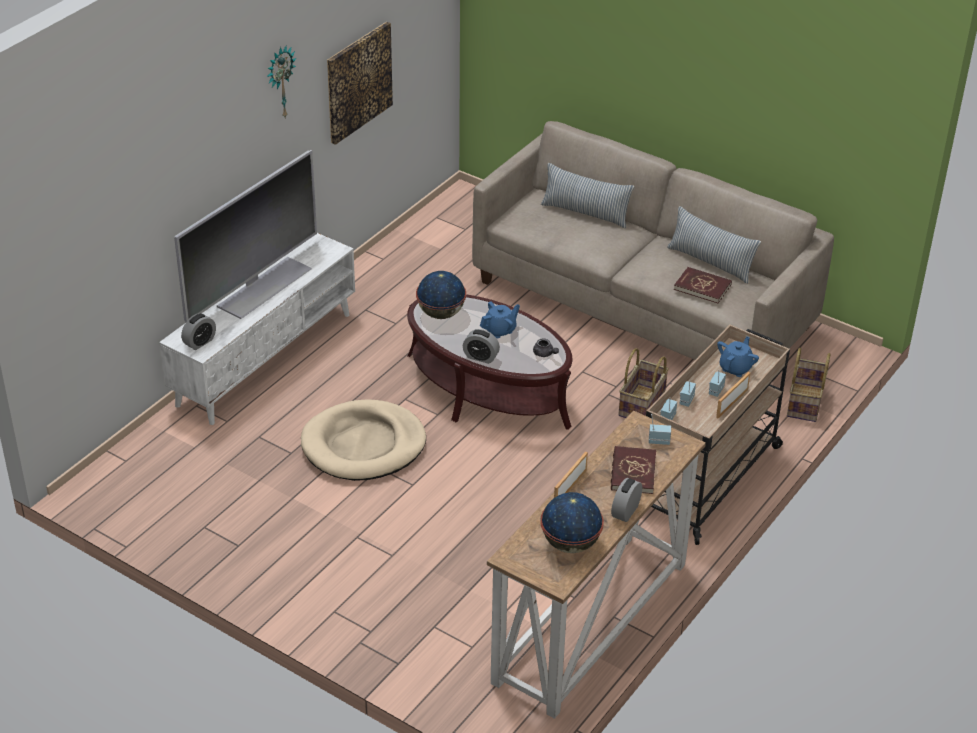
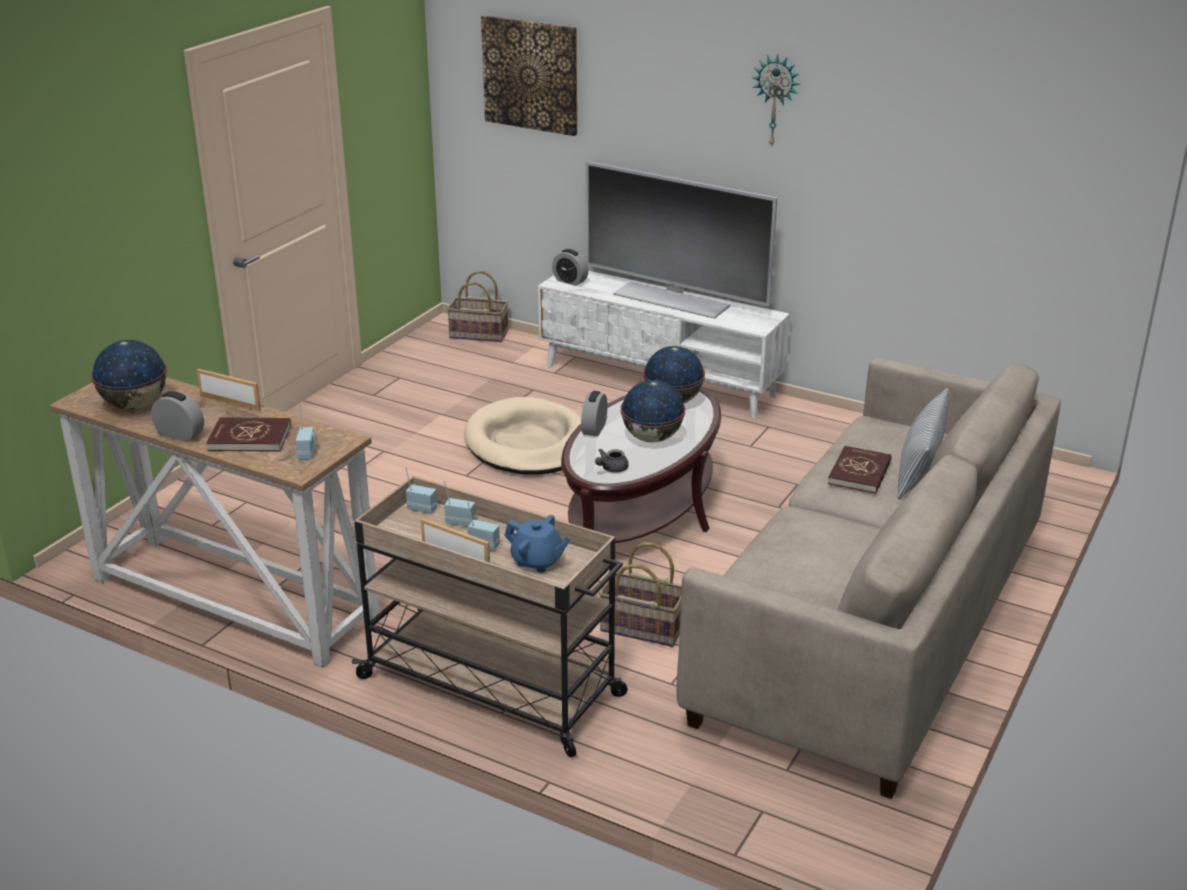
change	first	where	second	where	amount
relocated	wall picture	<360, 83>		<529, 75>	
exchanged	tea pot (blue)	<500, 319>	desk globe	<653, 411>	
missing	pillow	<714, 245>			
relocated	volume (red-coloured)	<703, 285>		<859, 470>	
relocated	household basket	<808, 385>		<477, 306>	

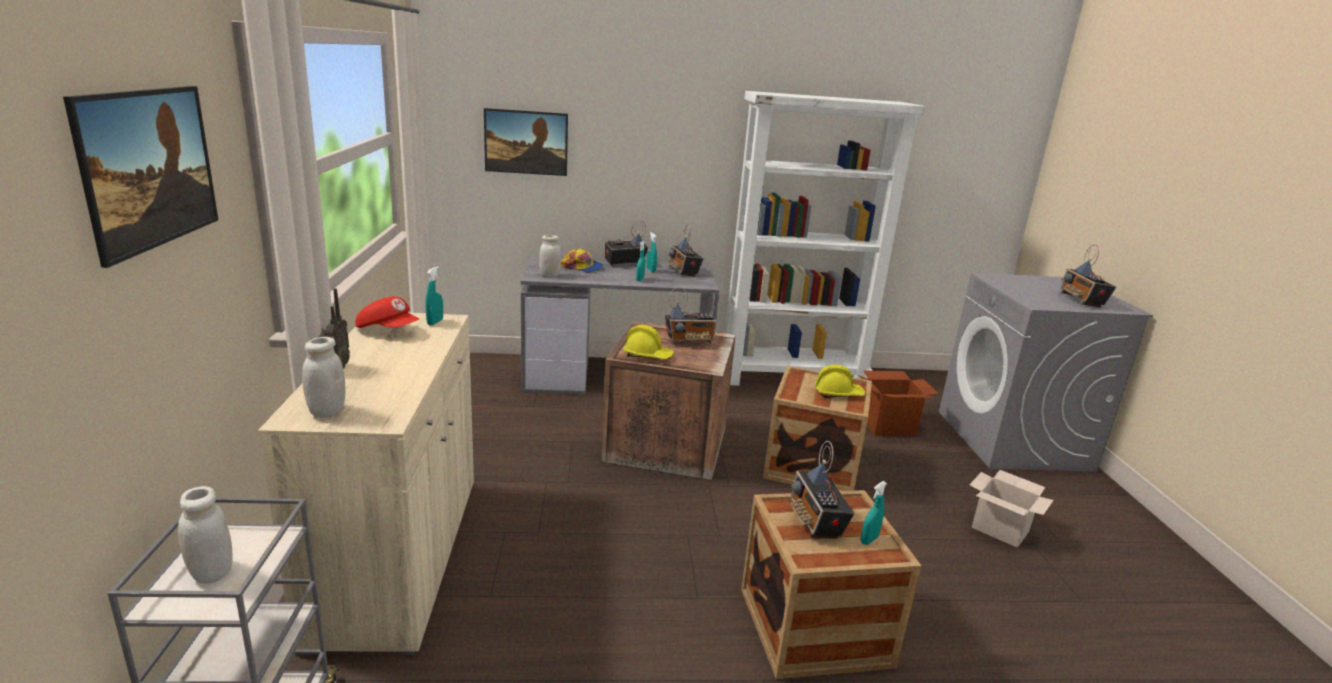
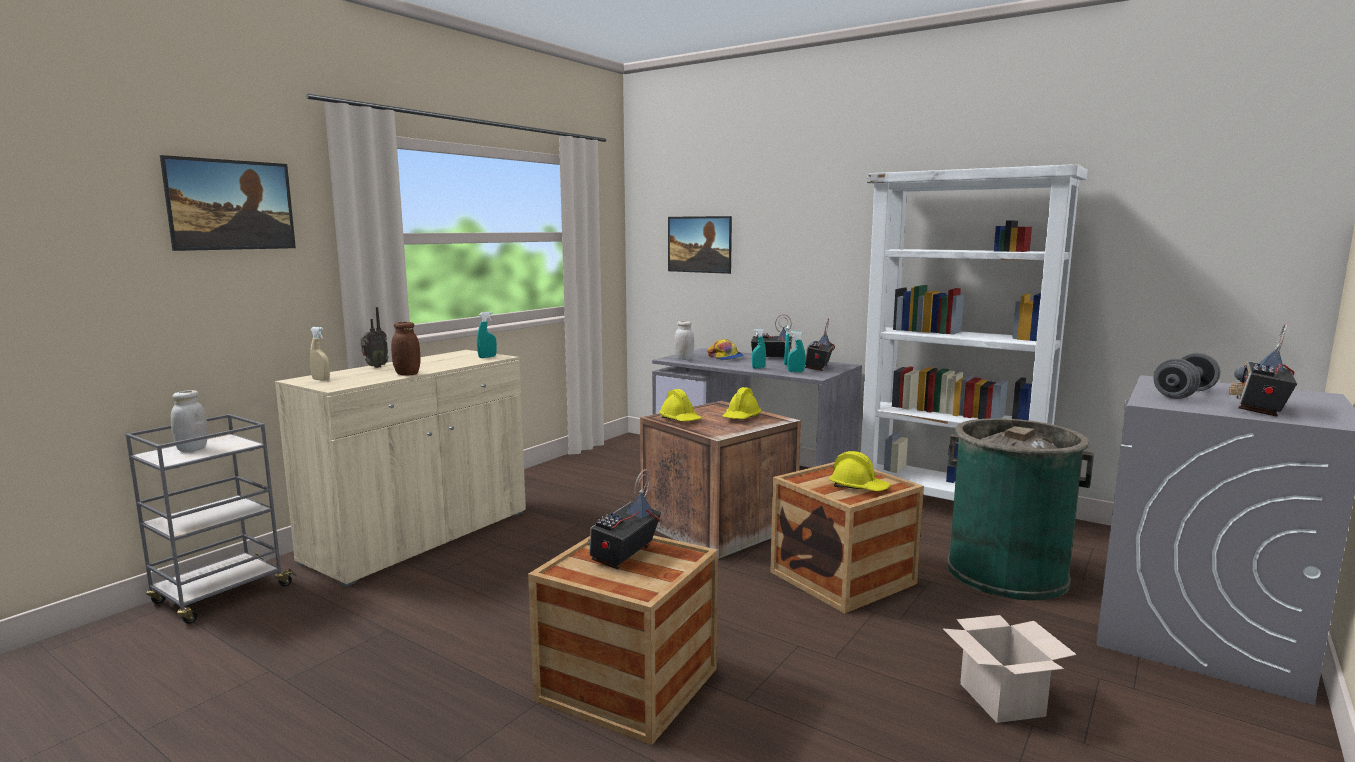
change	first	where	second	where	amount
exchanged	preserve jar (white-coloured)	<324, 377>	sprayer (beige-coloured)	<320, 354>	
missing	peaked cap (red-coloured)	<387, 312>			
exchanged	radio	<691, 315>	hard hat (yellowish)	<742, 403>	
exchanged	carton	<898, 403>	waste bin (green-coloured)	<1020, 509>	
relocated	sprayer (turquoise-coloured)	<874, 513>		<796, 351>	
appeared			preserve jar (brown-coloured)	<406, 349>	
appeared			hand weight (grey)	<1186, 376>	

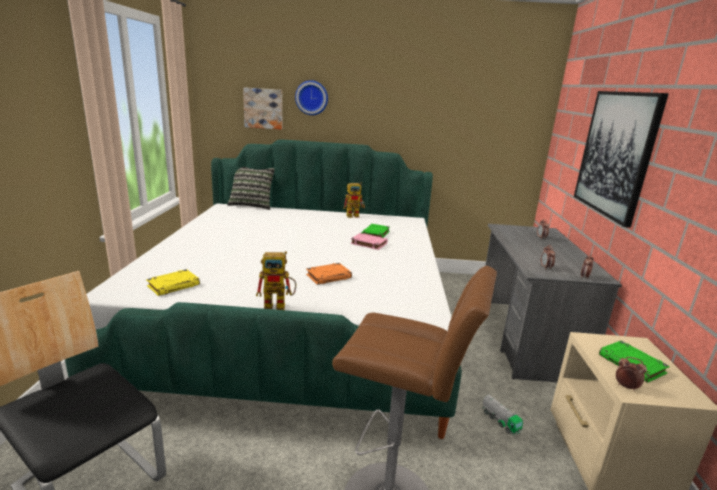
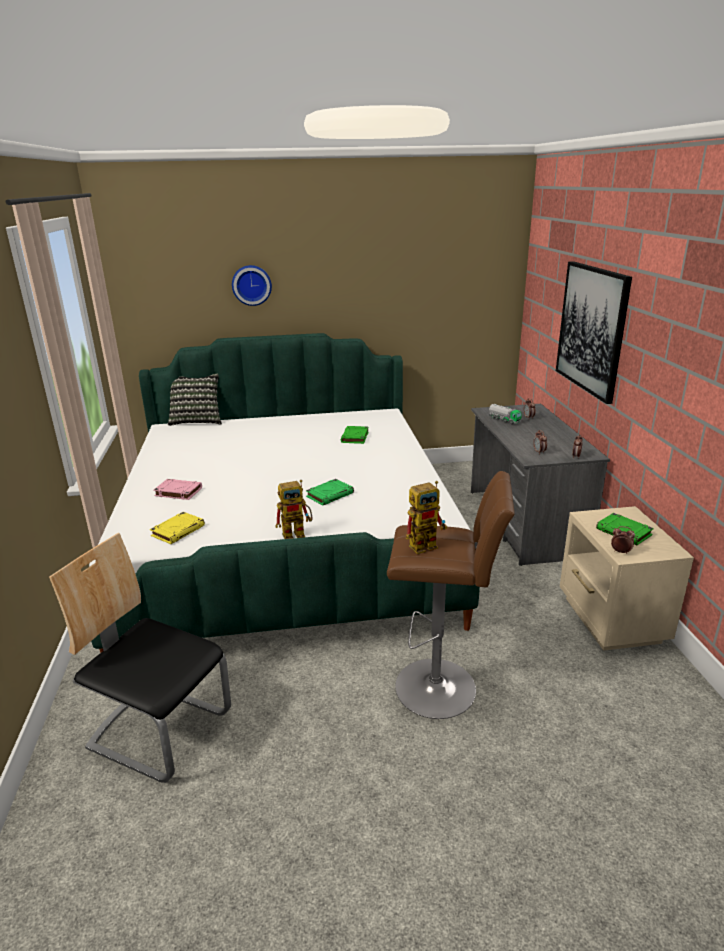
change	first	where	second	where	amount
missing	wall picture	<262, 108>			
colour	volume (orangey)	<329, 274>	volume (green-coloured)	<330, 492>	
relocated	model robot	<354, 200>		<426, 517>	
relocated	volume (pink-coloured)	<369, 241>		<177, 489>	
relocated	model truck	<502, 414>		<505, 414>	

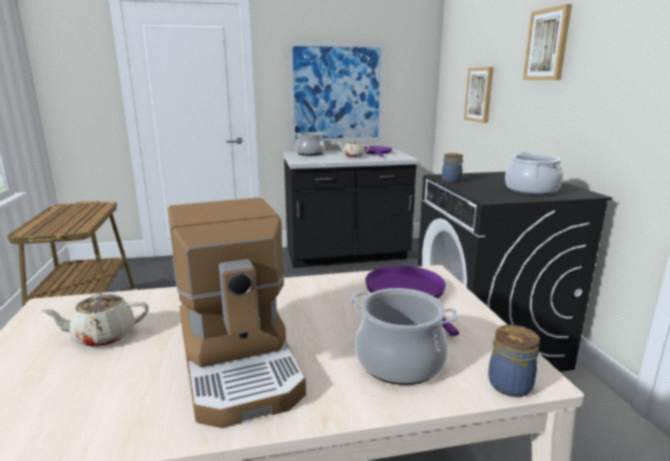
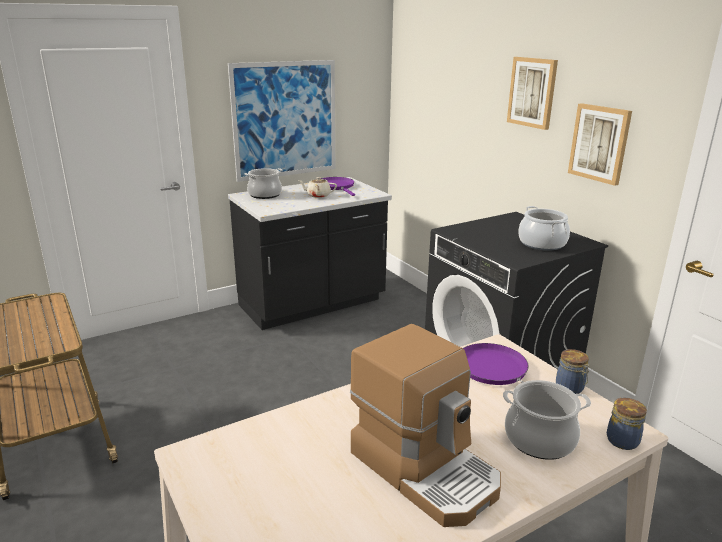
change	first	where	second	where	amount
missing	tea pot (beige-coloured)	<95, 320>			
relocated	preserve jar	<452, 168>		<573, 371>	
relocated	wall picture	<479, 95>		<600, 144>	

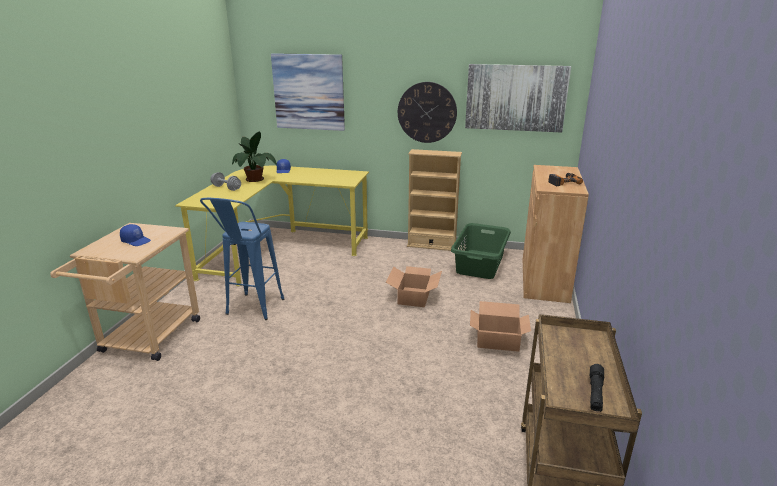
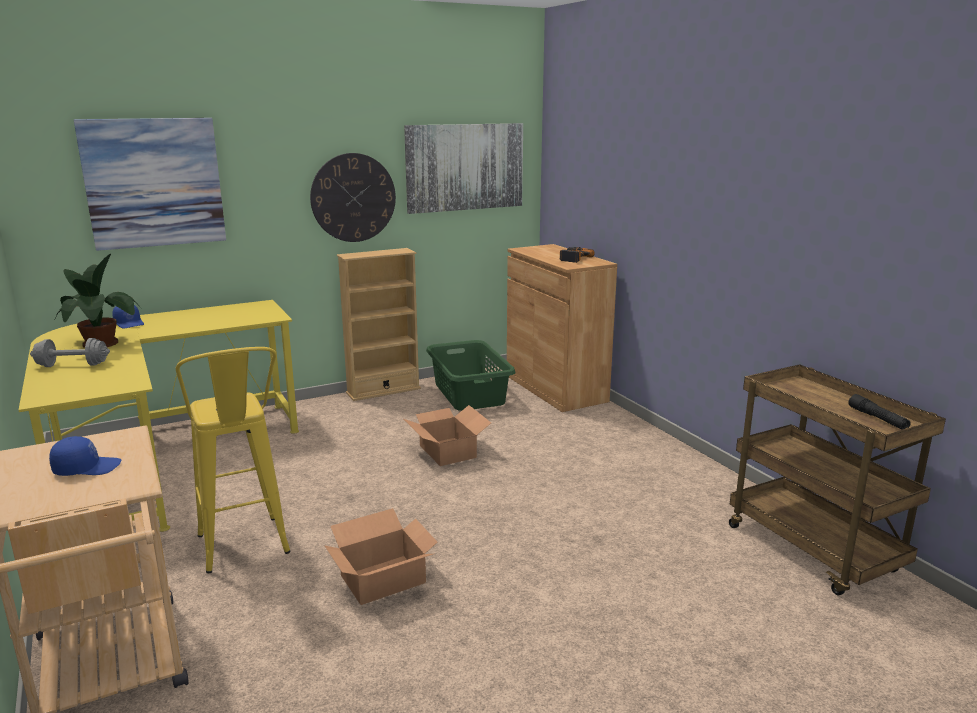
change	first	where	second	where	amount
colour	stool seat (blue)	<242, 259>	stool seat (yellowish)	<233, 460>	
relocated	carton	<500, 326>		<380, 556>	

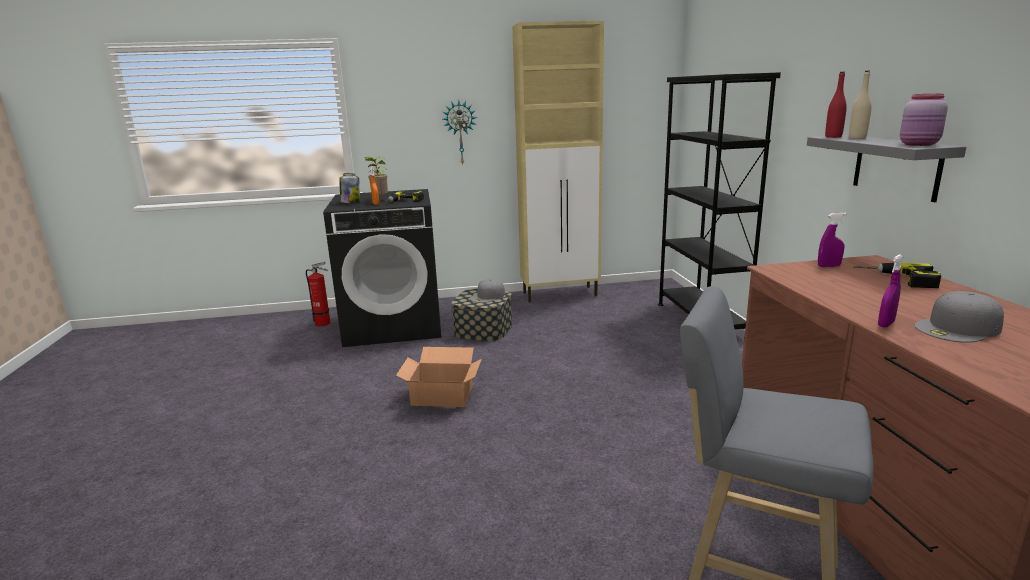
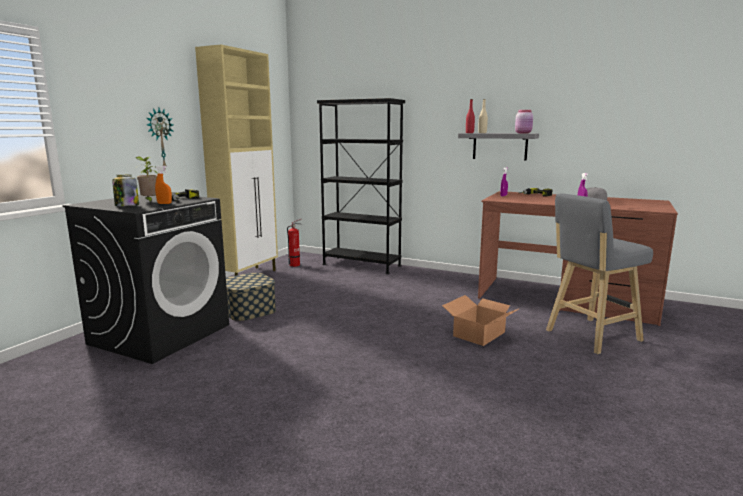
change	first	where	second	where	amount
relocated	fire extinguisher	<318, 294>		<294, 242>	
relocated	carton	<439, 377>		<480, 320>	
missing	peaked cap (grey)	<487, 291>			

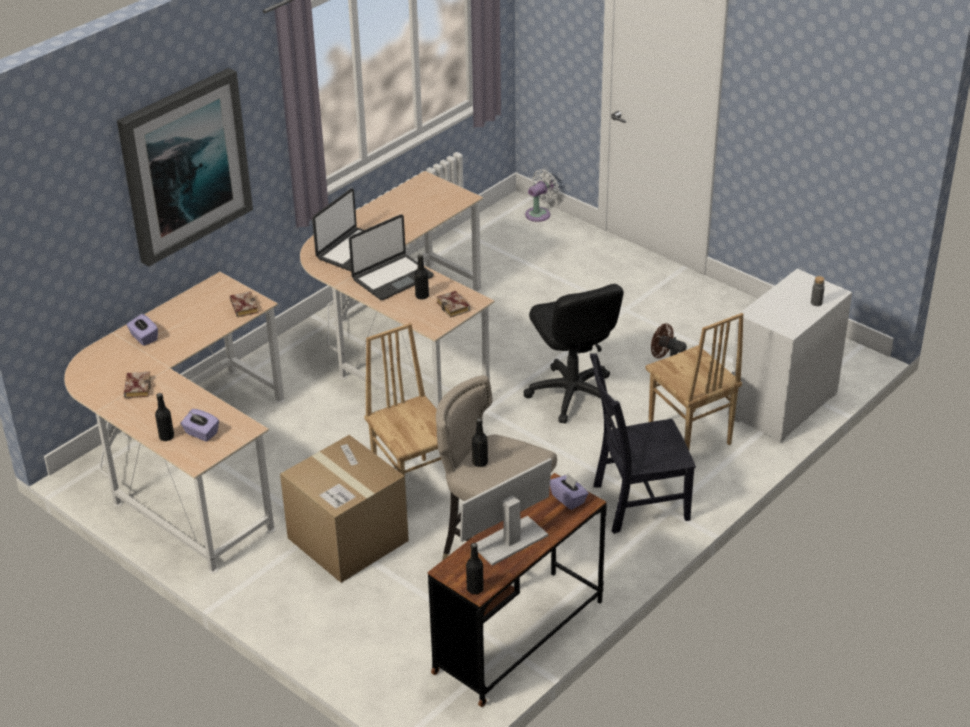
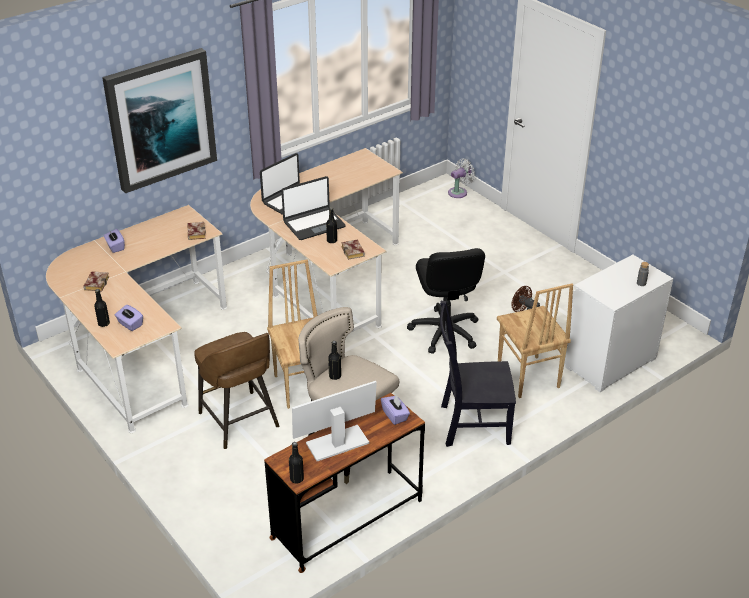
change	first	where	second	where	amount
exchanged	carton	<344, 509>	stool seat (brown-coloured)	<236, 390>	

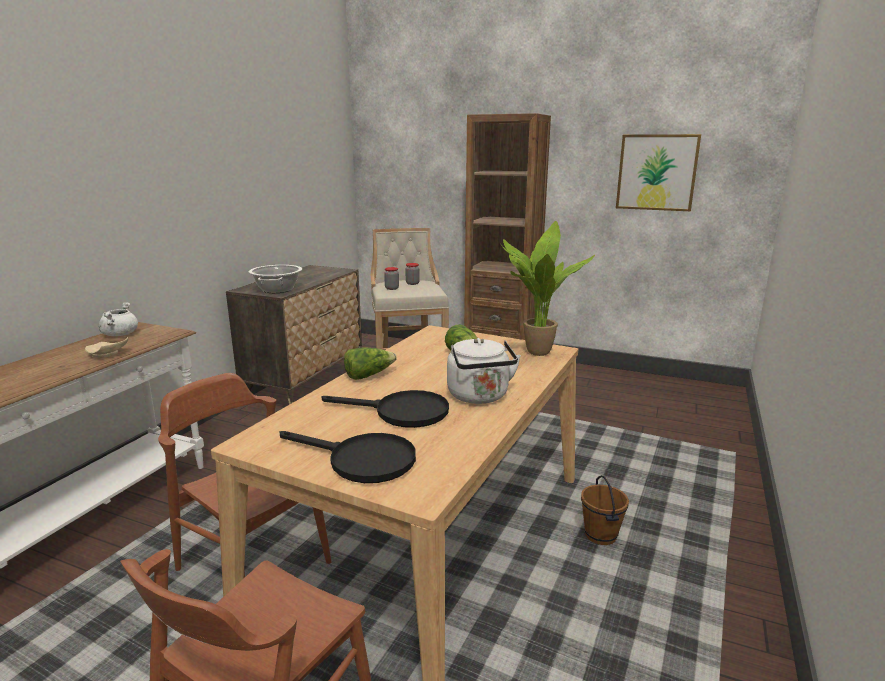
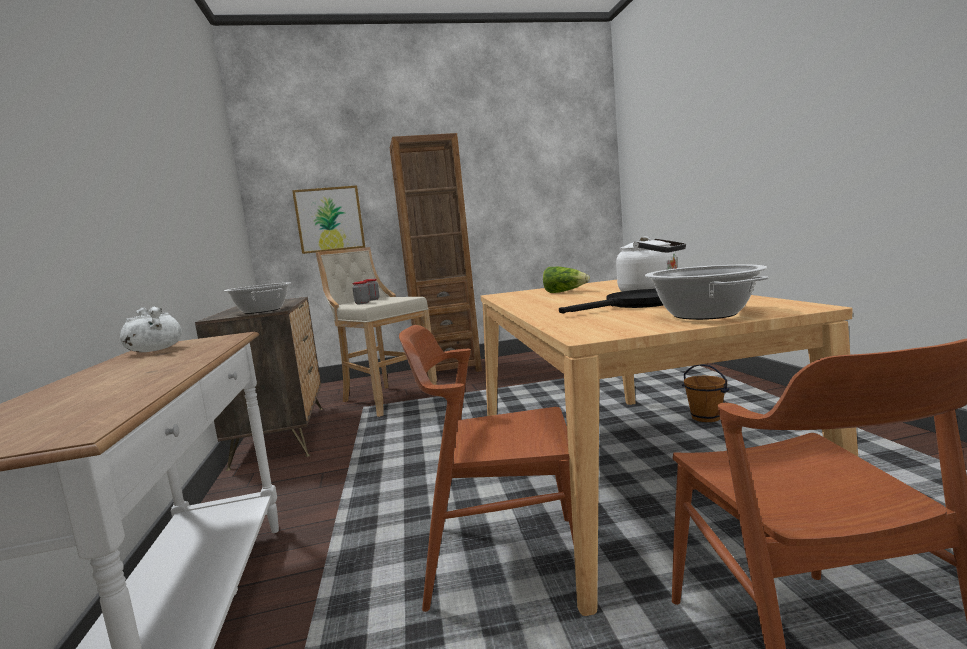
change	first	where	second	where	amount
missing	dinner plate (beige-coloured)	<106, 347>			
exchanged	pan (black)	<348, 457>	cooking pot	<707, 292>	
missing	lettuce	<370, 363>			
missing	houseplant	<548, 288>			
relocated	wall picture	<658, 172>		<329, 219>	

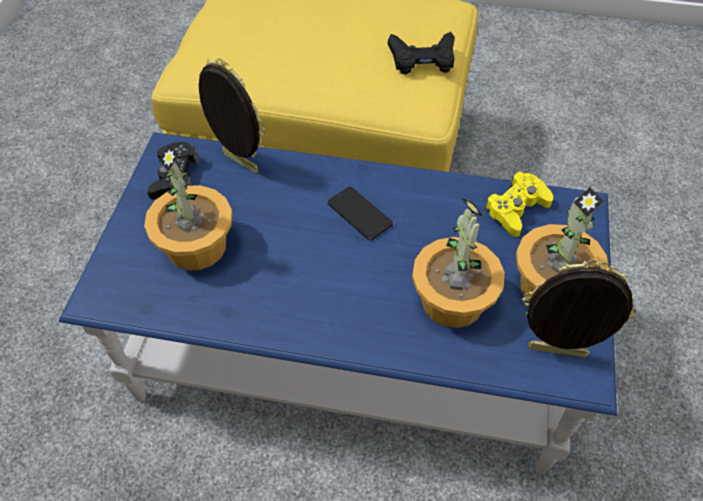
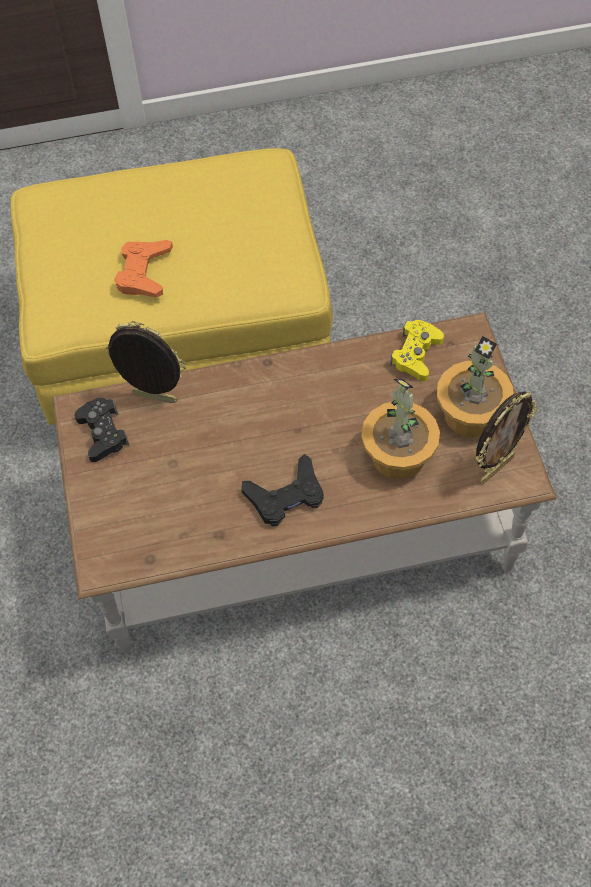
change	first	where	second	where	amount
colour	low table (blue)	<338, 303>	low table (brown-coloured)	<304, 483>	
missing	houseplant	<188, 207>			
missing	phone	<360, 214>			
relocated	joypad (black)	<421, 53>		<282, 490>	
spun	photo frame	<579, 309>		<507, 437>	150 degrees clockwise
appeared			joypad (orangey)	<143, 268>	

